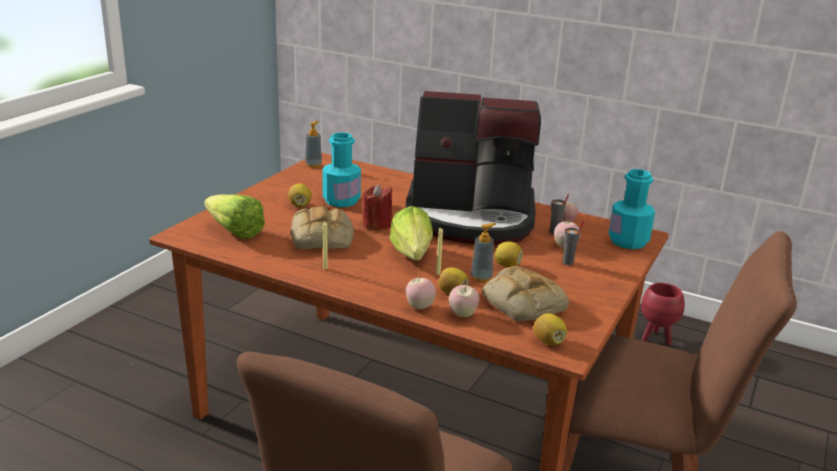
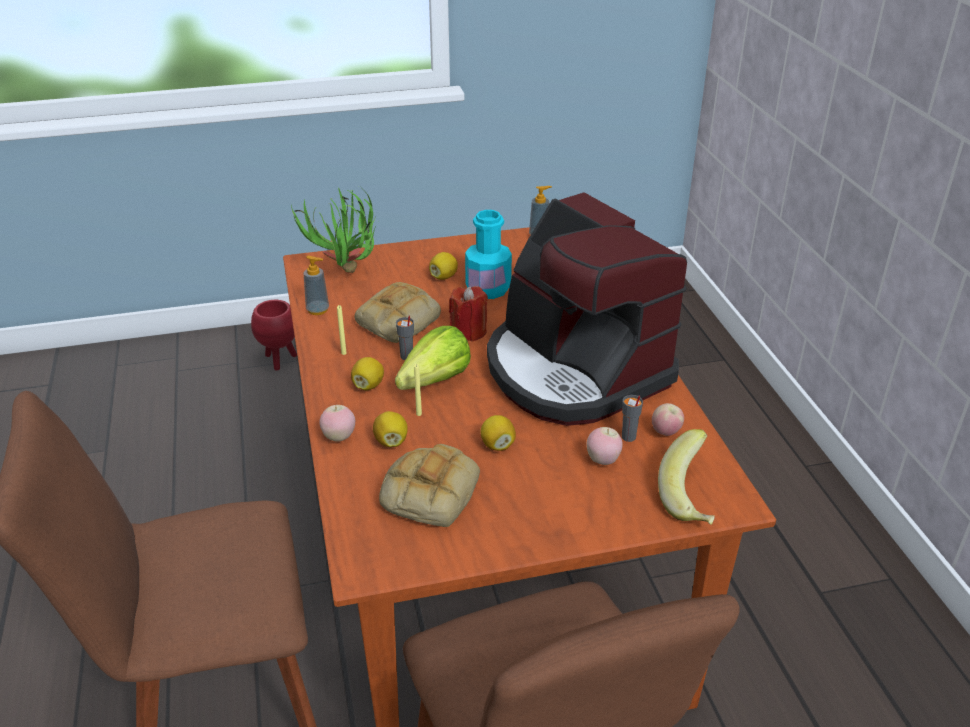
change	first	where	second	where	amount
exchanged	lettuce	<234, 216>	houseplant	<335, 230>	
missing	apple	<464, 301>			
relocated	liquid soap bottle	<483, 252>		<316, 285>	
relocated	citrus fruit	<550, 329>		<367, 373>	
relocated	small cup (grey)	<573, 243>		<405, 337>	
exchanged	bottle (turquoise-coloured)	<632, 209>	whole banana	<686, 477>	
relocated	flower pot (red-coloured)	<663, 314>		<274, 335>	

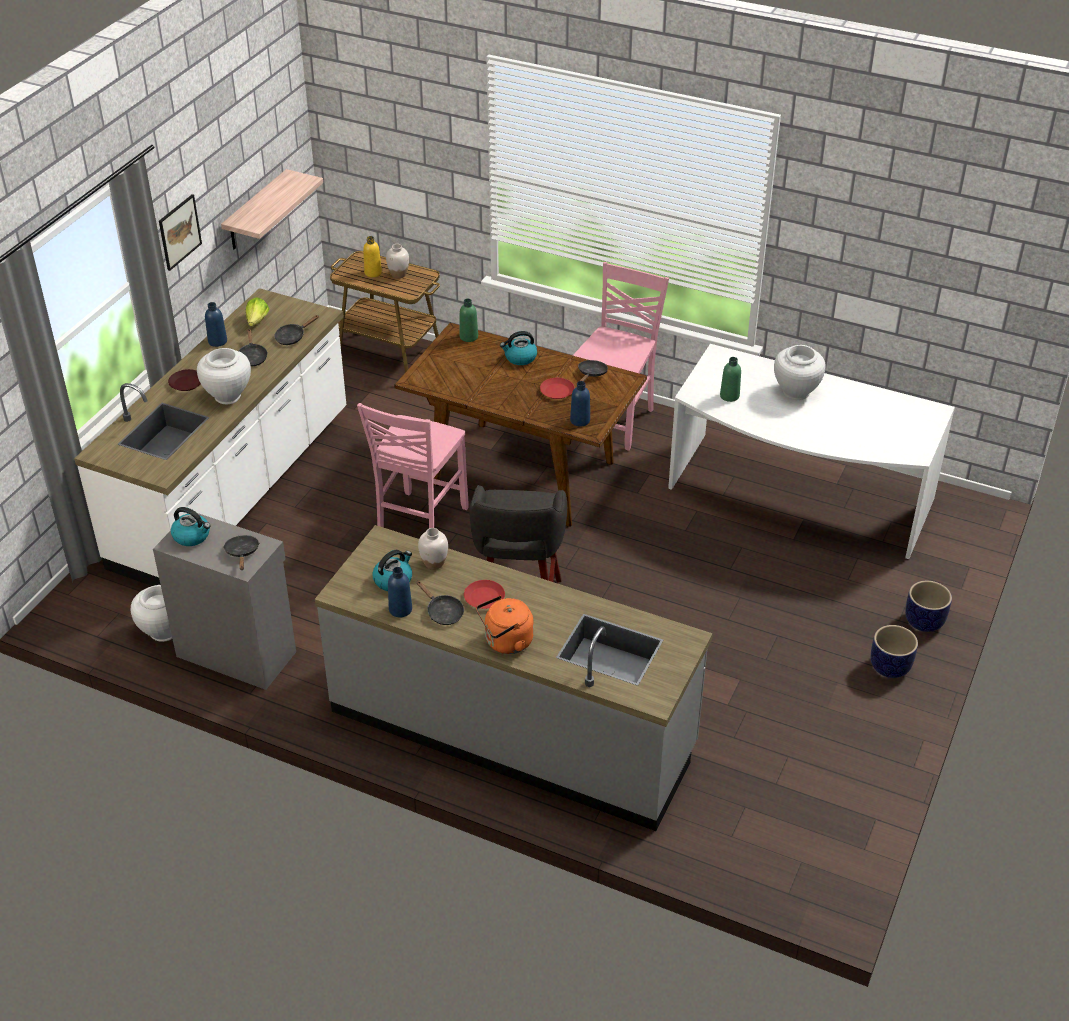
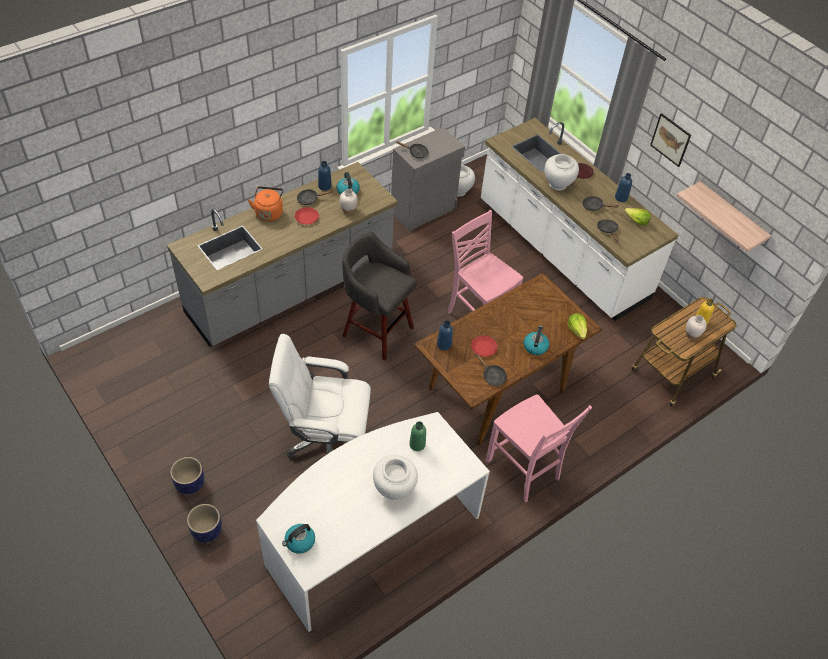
change	first	where	second	where	amount
relocated	water kettle	<190, 526>		<298, 539>	
exchanged	bottle (green-coloured)	<469, 320>	lettuce	<577, 326>	
appeared			computer chair (white-coloured)	<320, 396>	

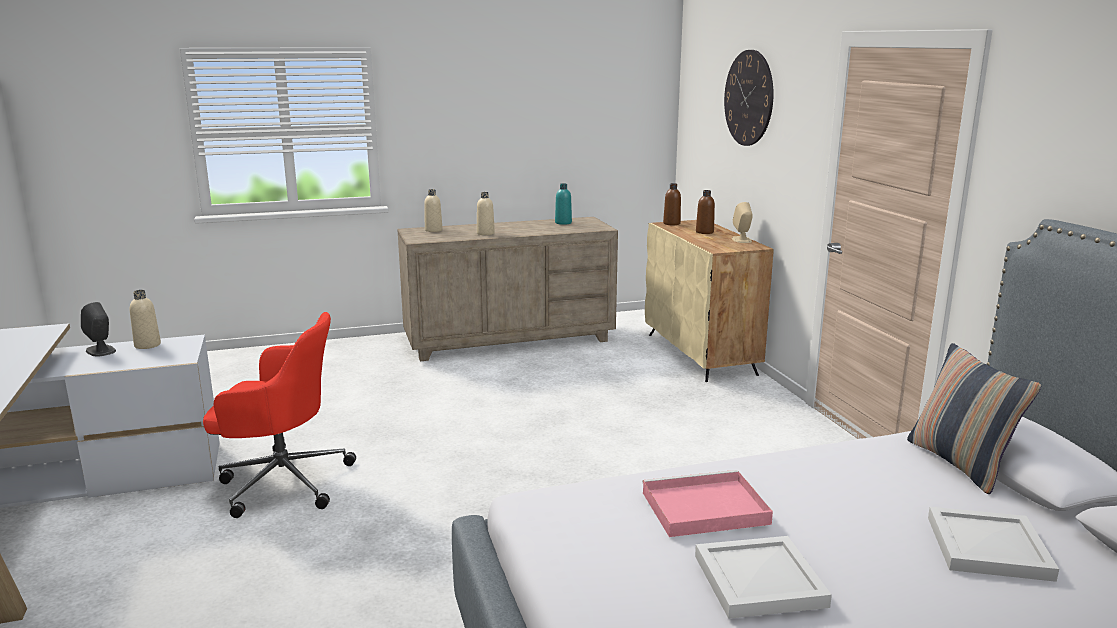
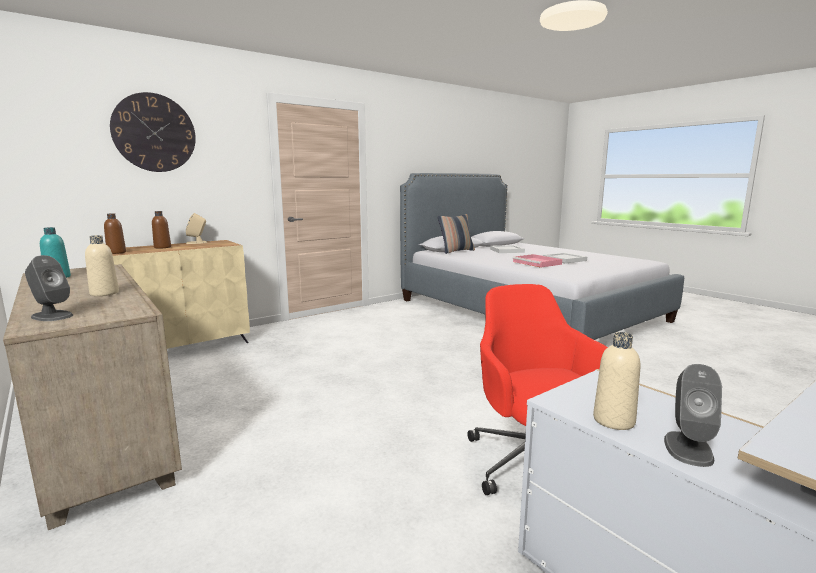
change	first	where	second	where	amount
exchanged	bottle (beige-coloured)	<433, 210>	audio speaker (grey)	<49, 288>	

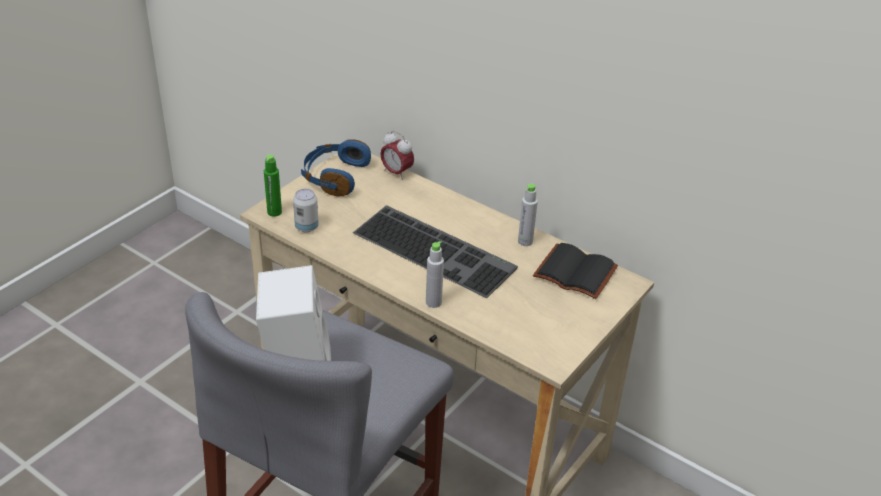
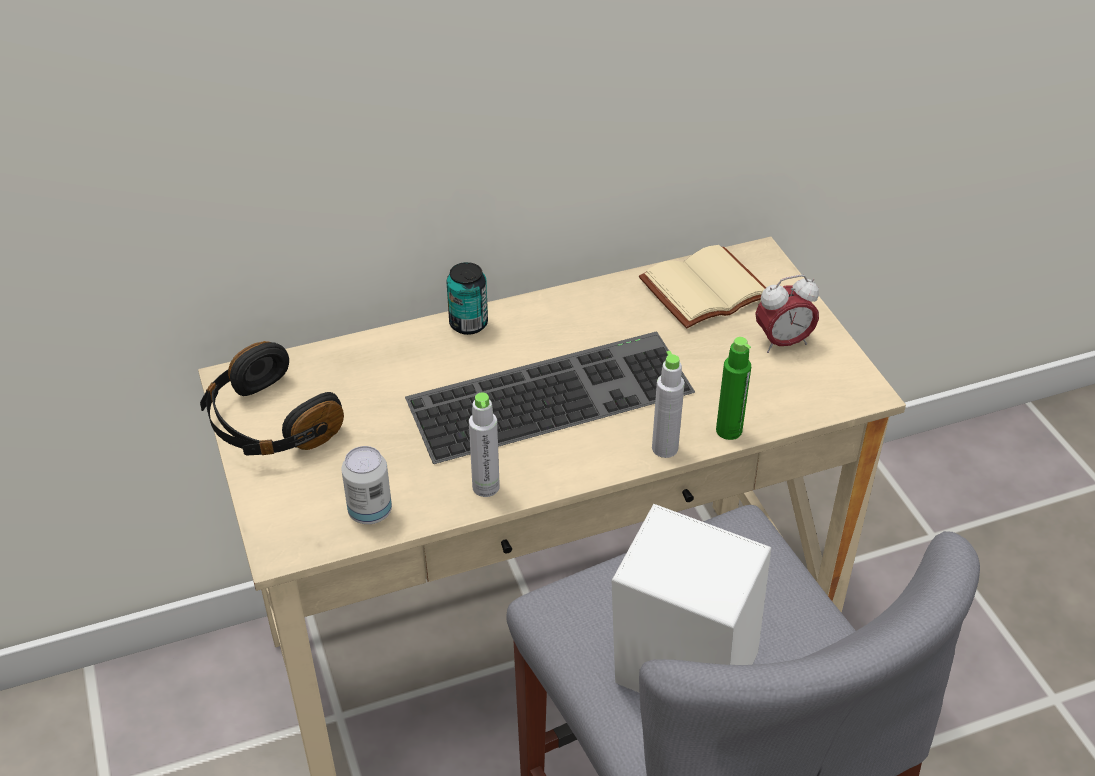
change	first	where	second	where	amount
relocated	bottle (green-coloured)	<273, 185>		<733, 388>	
colour	pair of headphones (blue)	<336, 167>	pair of headphones (black)	<272, 398>	
relocated	alarm clock	<397, 155>		<787, 314>	
relocated	bottle (grey)	<528, 215>		<484, 444>	
colour	volume (black)	<575, 271>	volume (beige-coloured)	<702, 287>	
appeared			sealed can	<467, 298>	

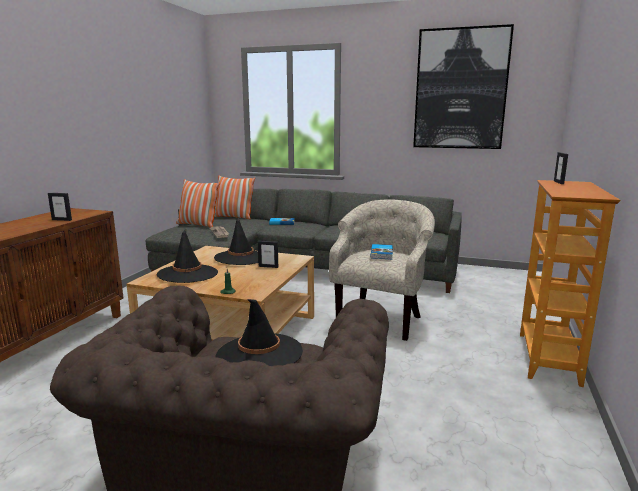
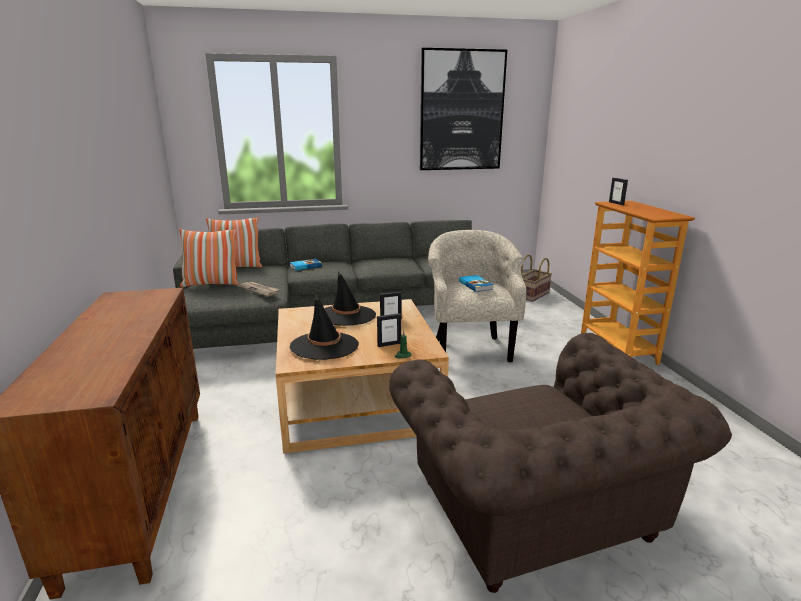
change	first	where	second	where	amount
relocated	photo frame	<60, 207>		<389, 330>	
missing	wearable hat (black)	<259, 332>			
appeared			household basket	<536, 278>	

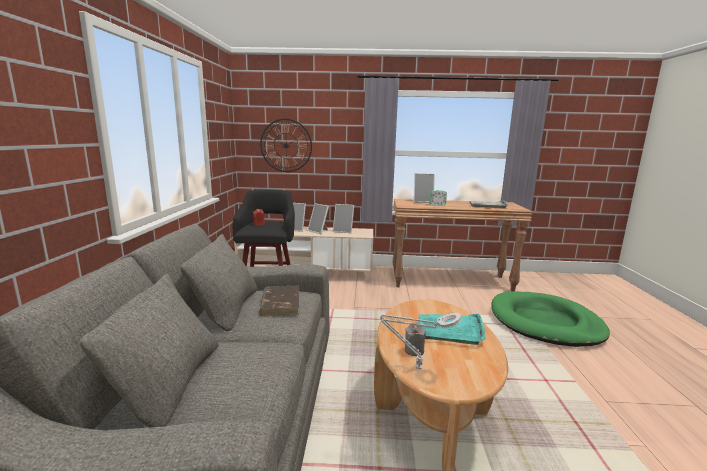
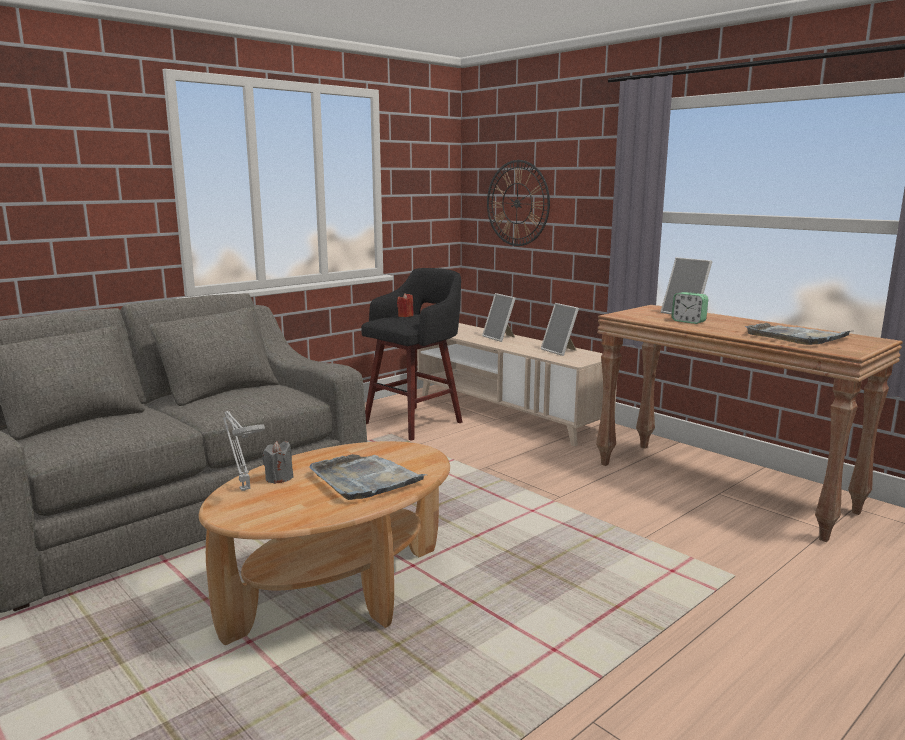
change	first	where	second	where	amount
missing	volume (brown-coloured)	<279, 301>			
missing	photo frame	<318, 218>			
colour	carrying tray (turquoise-coloured)	<452, 329>	carrying tray (grey)	<368, 477>	
missing	dog bed (green-coloured)	<551, 319>			

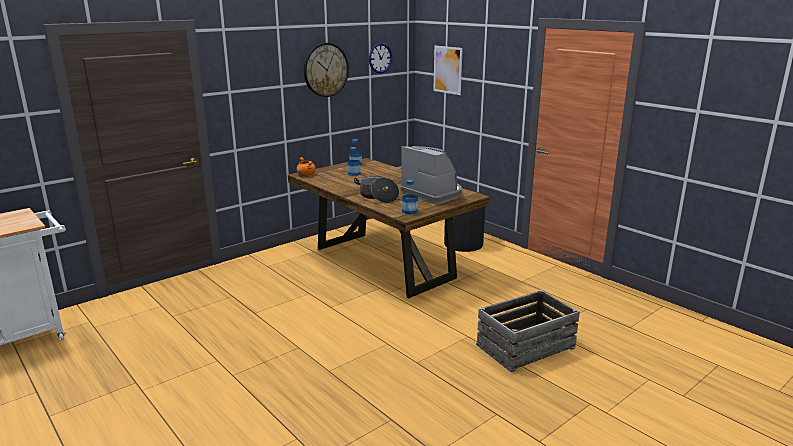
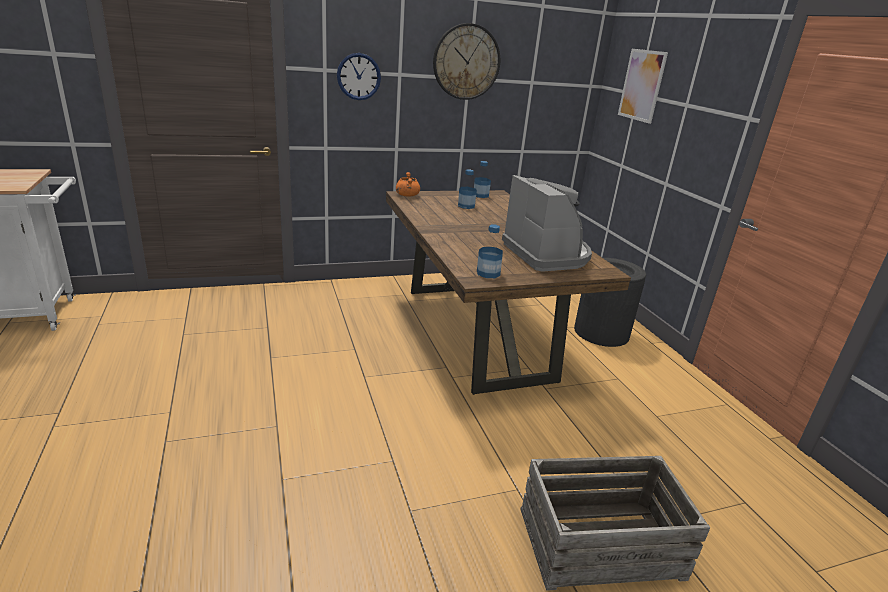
change	first	where	second	where	amount
missing	cooking pot	<376, 190>			
relocated	wall clock	<380, 58>		<359, 76>	

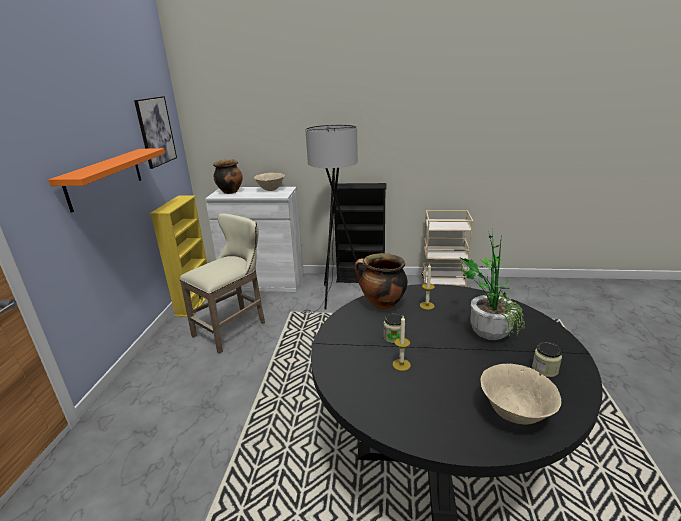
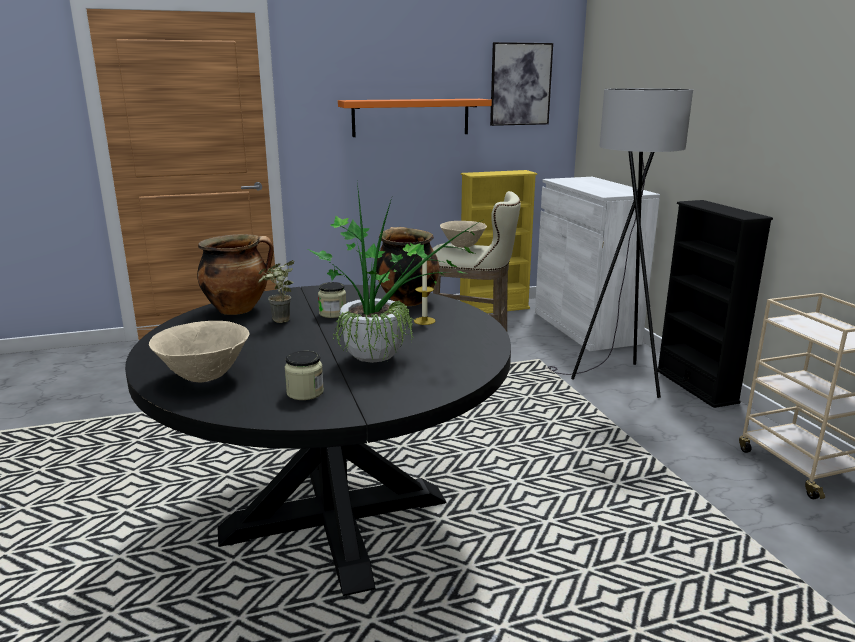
change	first	where	second	where	amount
relocated	cooking pot	<228, 176>		<235, 274>	
relocated	bowl (beige-coloured)	<269, 182>		<463, 234>	
exchanged	wax light	<402, 343>	houseplant	<276, 291>	

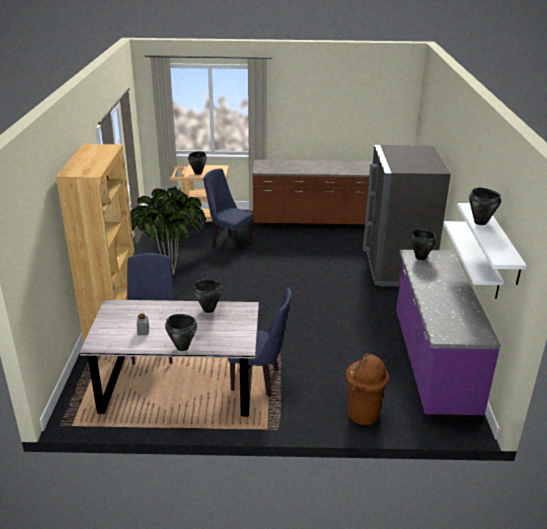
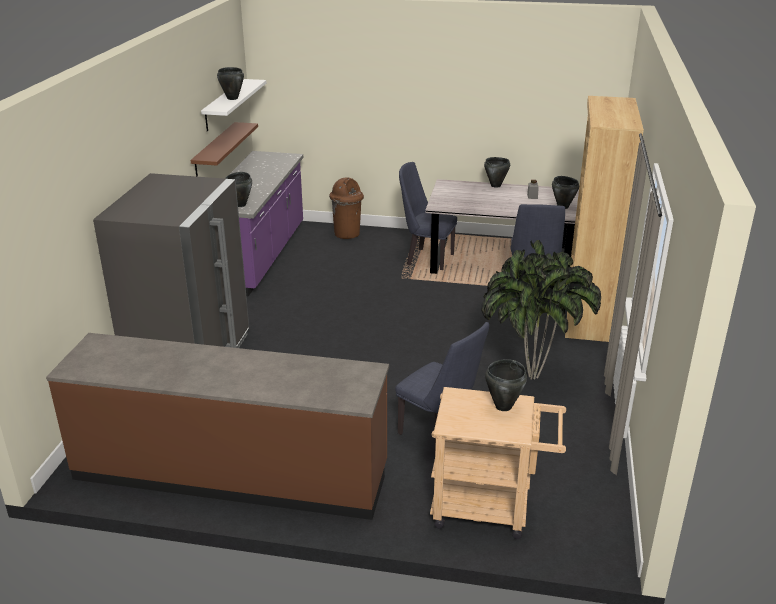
change	first	where	second	where	amount
relocated	cooking pot (black)	<208, 296>		<565, 192>	
colour	bracket shelf (white-coloured)	<473, 260>	bracket shelf (brown-coloured)	<224, 149>	

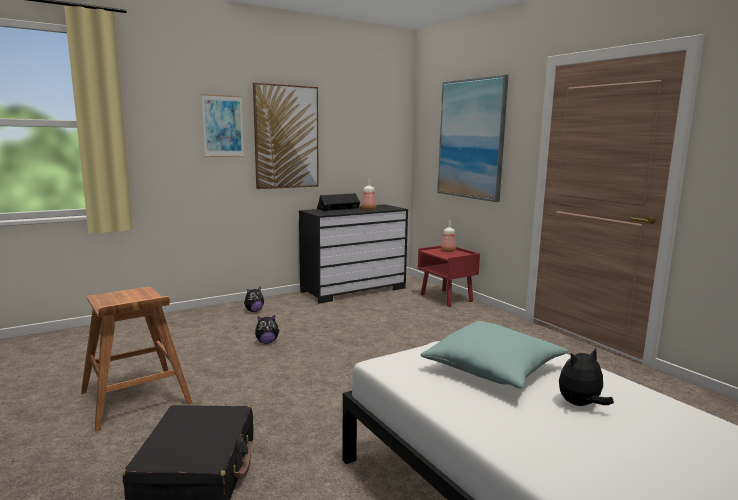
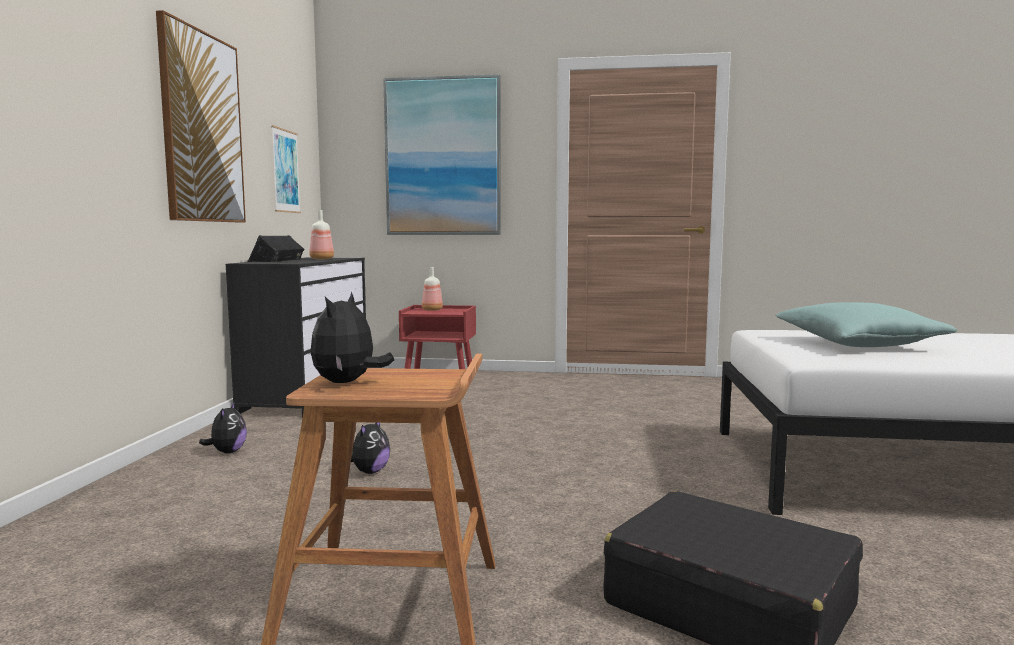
change	first	where	second	where	amount
relocated	wall picture	<223, 125>		<286, 169>	
relocated	plush toy	<586, 377>		<352, 337>	

